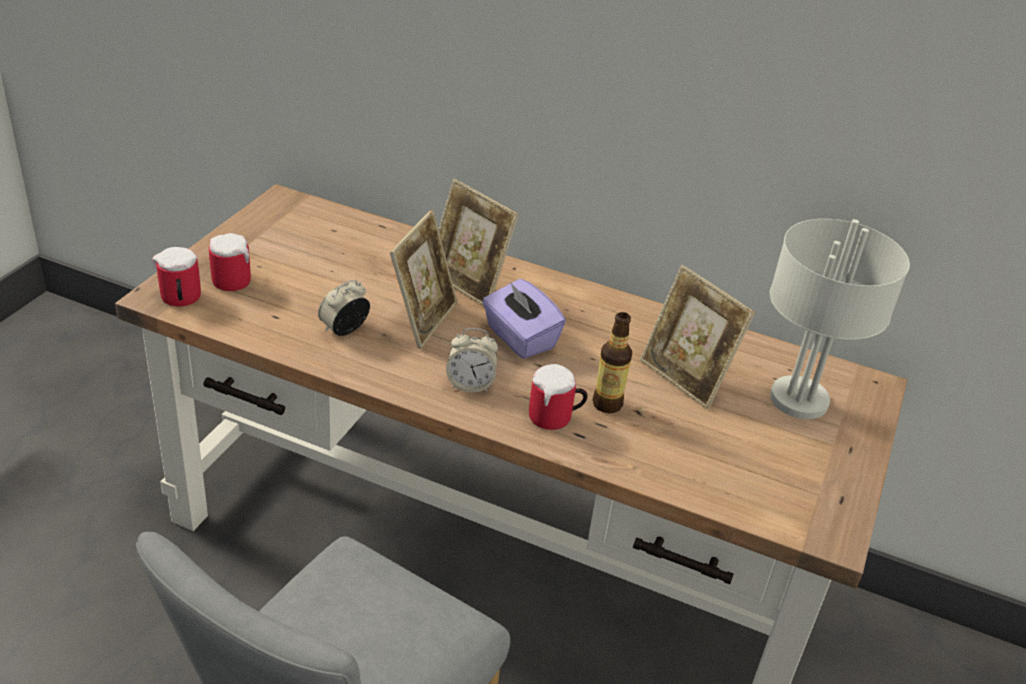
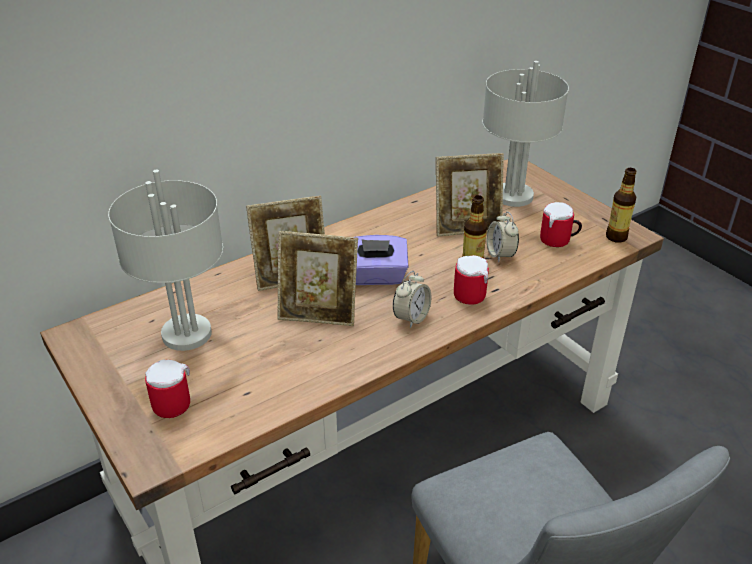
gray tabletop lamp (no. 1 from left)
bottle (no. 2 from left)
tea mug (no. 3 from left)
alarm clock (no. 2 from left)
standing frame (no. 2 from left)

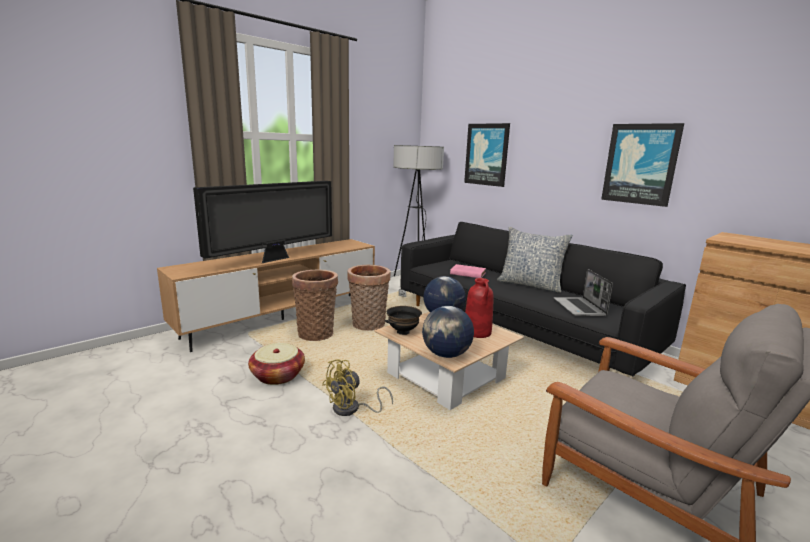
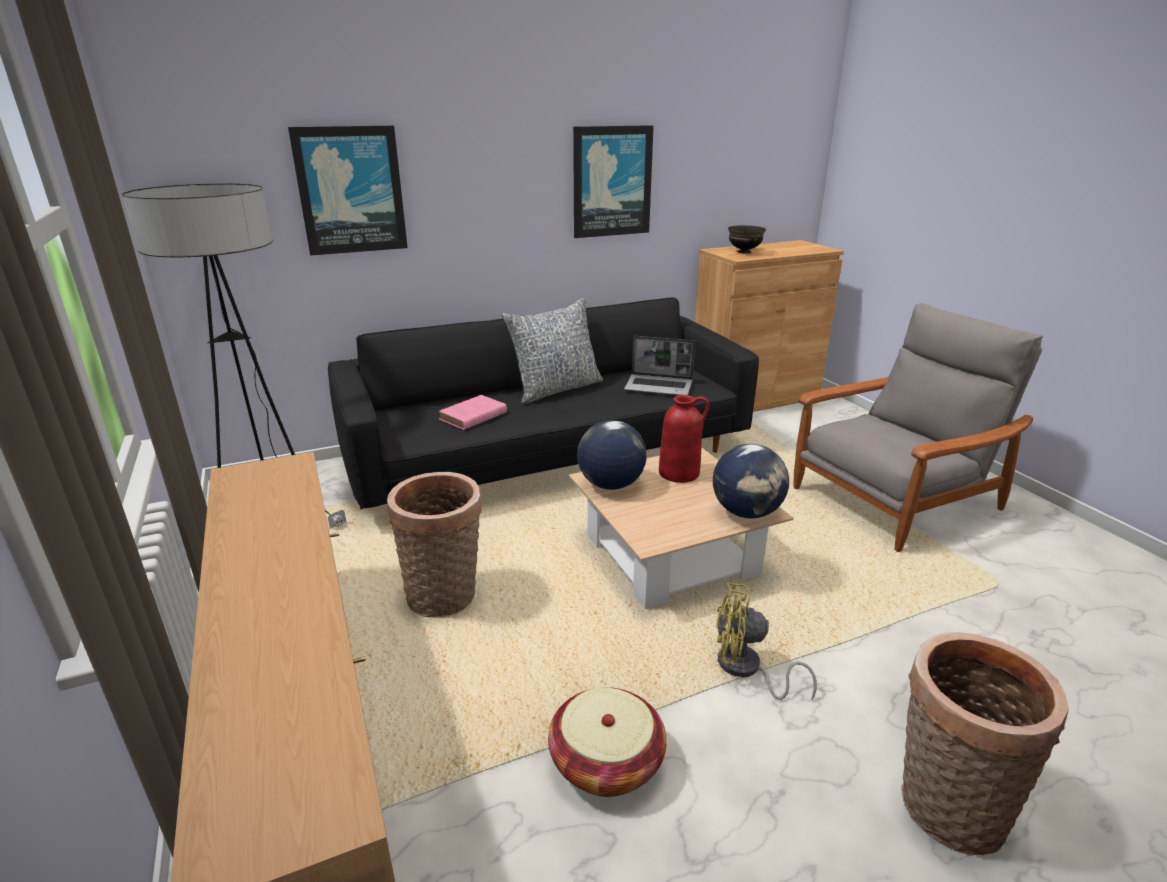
television
storage basket (no. 3 from left)
blackish deep dish
yellow cooling fan

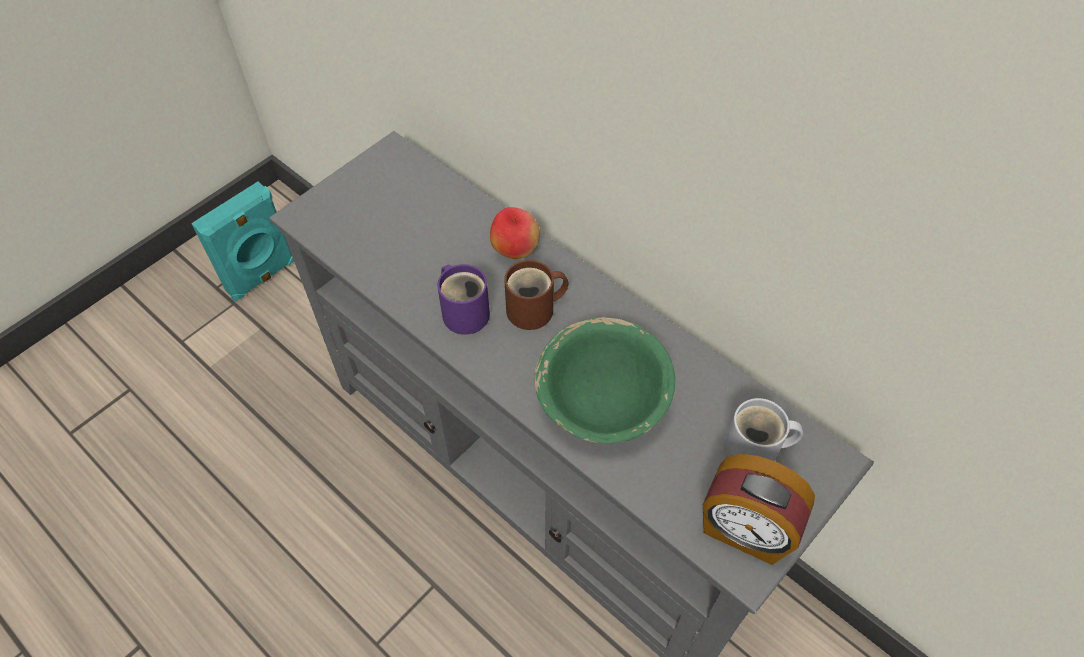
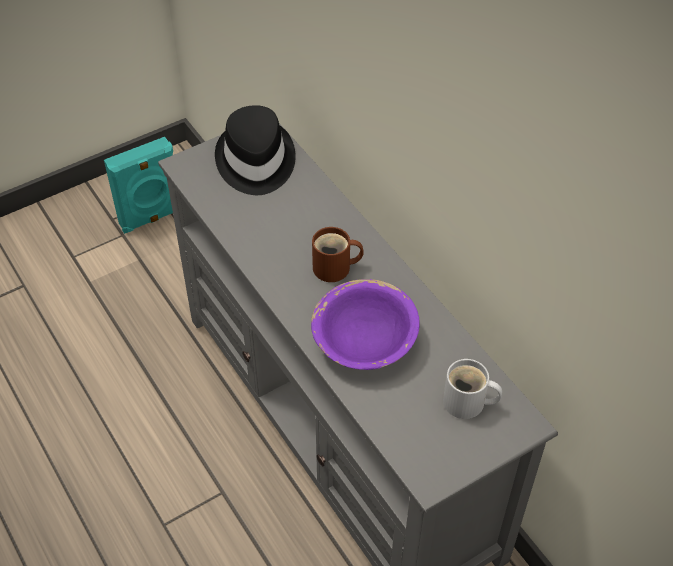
purple-coloured tea mug
apple
alarm clock
blackish wearable hat
purple-coloured deep dish

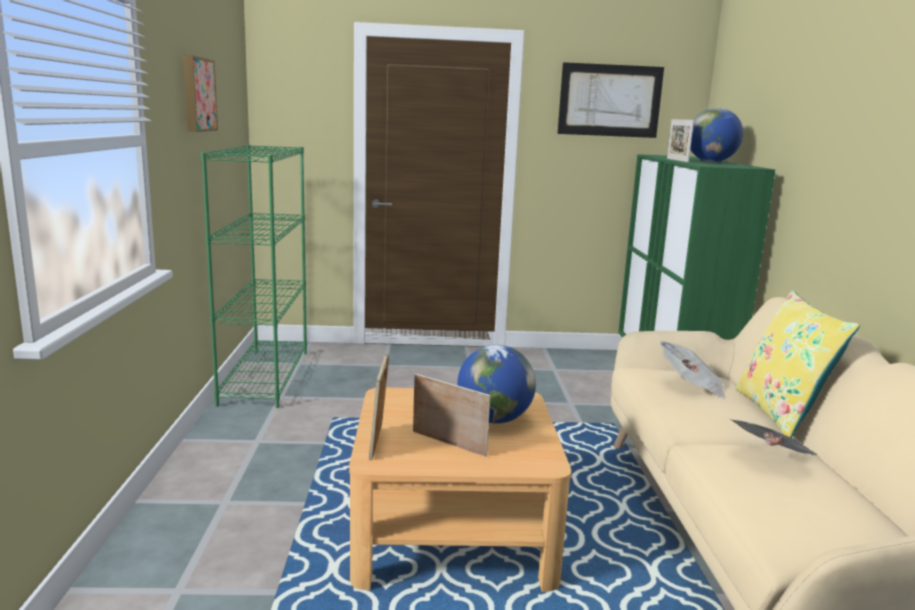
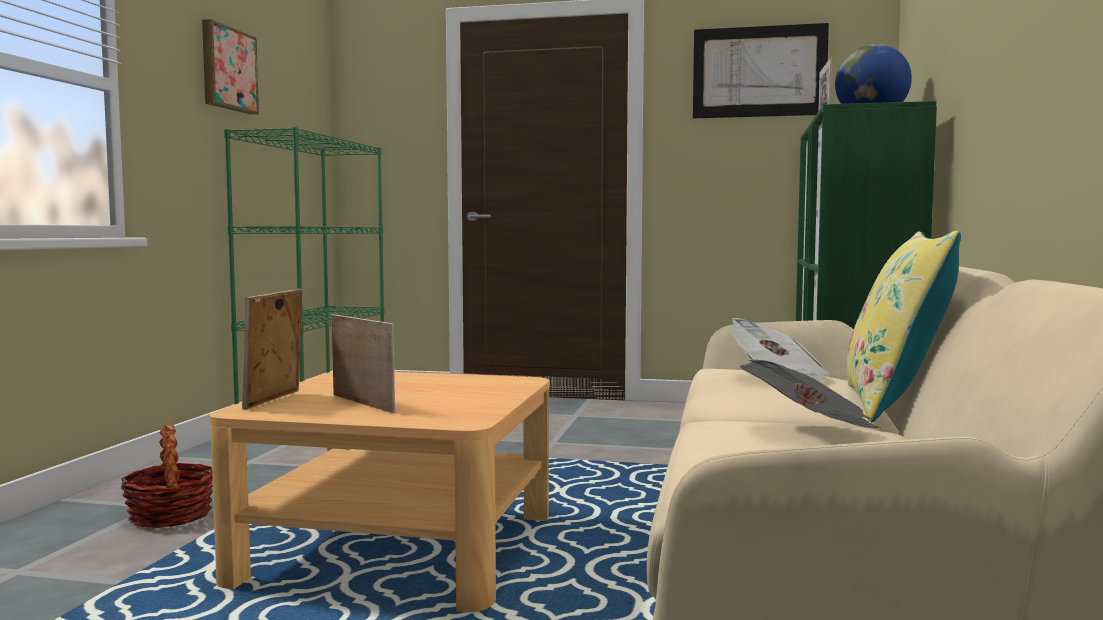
globe (no. 1 from left in the first image)
storage basket

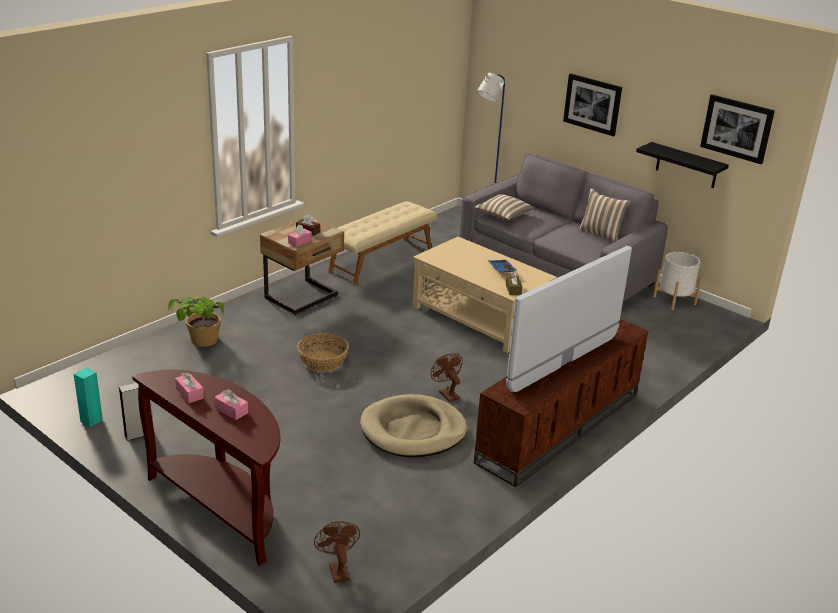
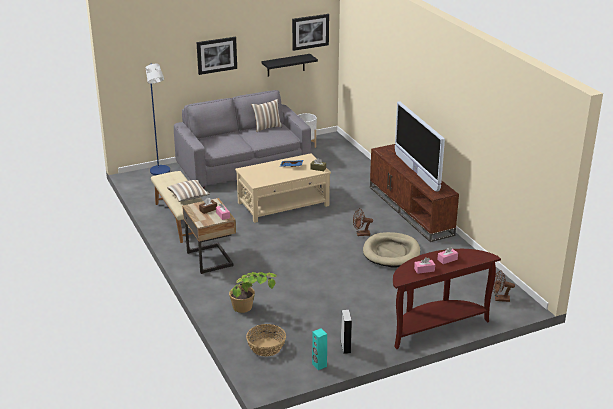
storage basket
pillow (no. 1 from left)

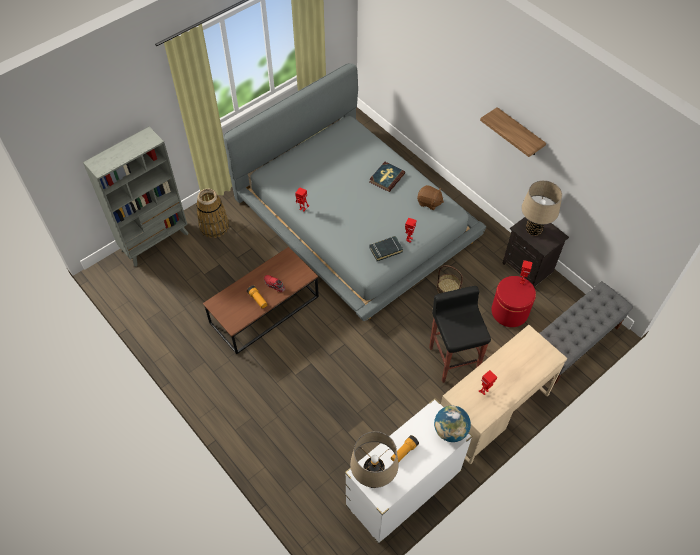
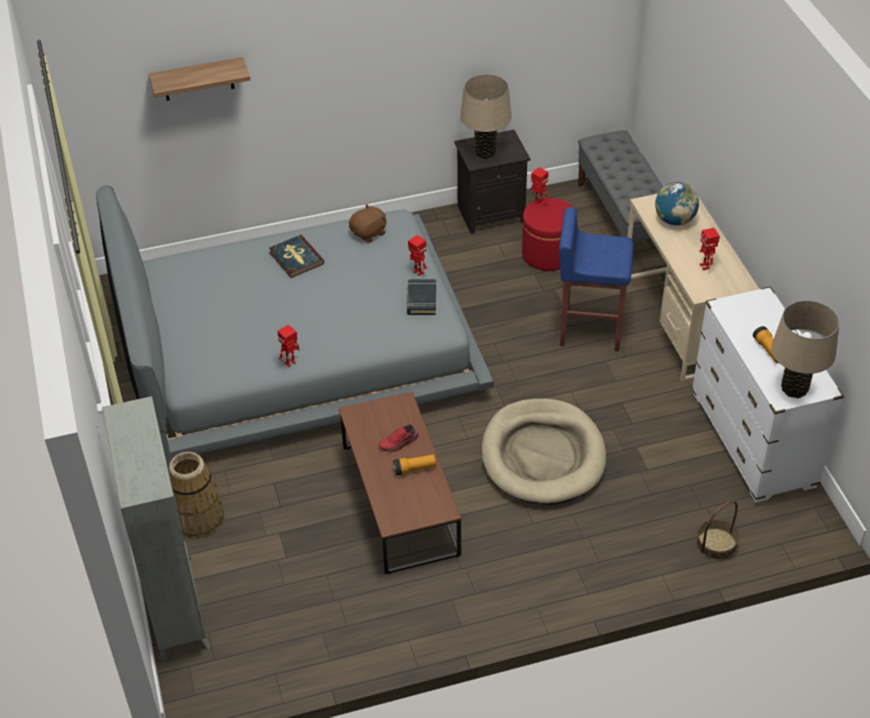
beige pet bed
globe
storage basket (no. 2 from left)
wall shelf
bluish sitting stool

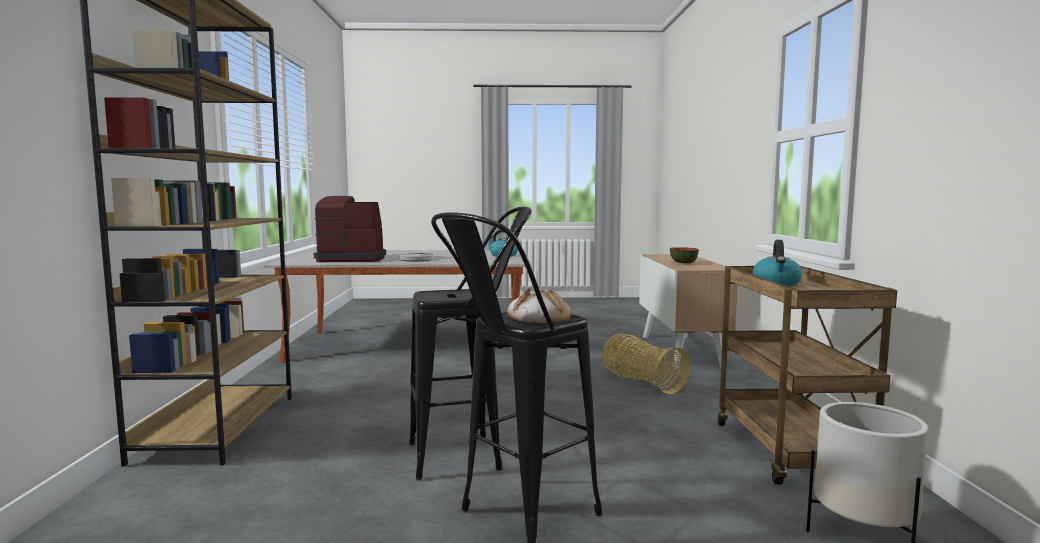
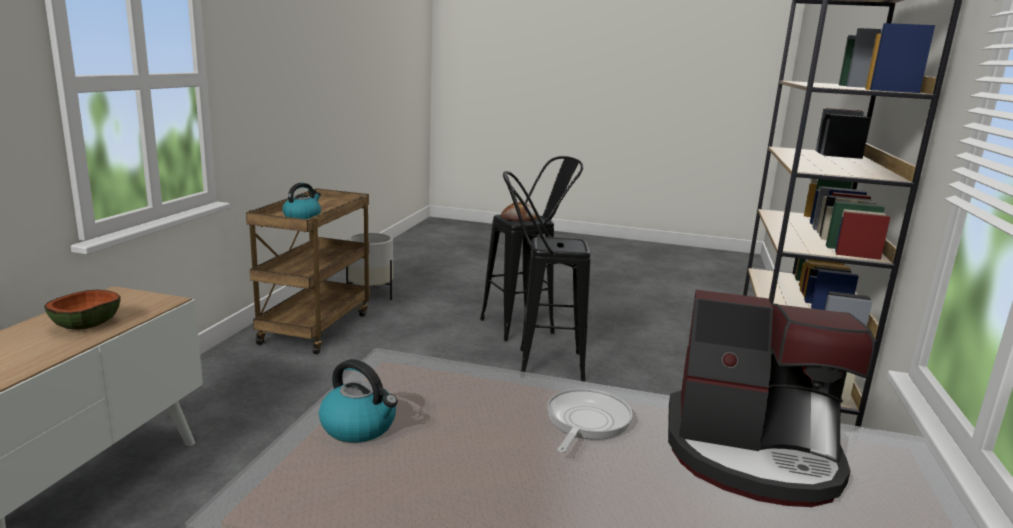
storage basket

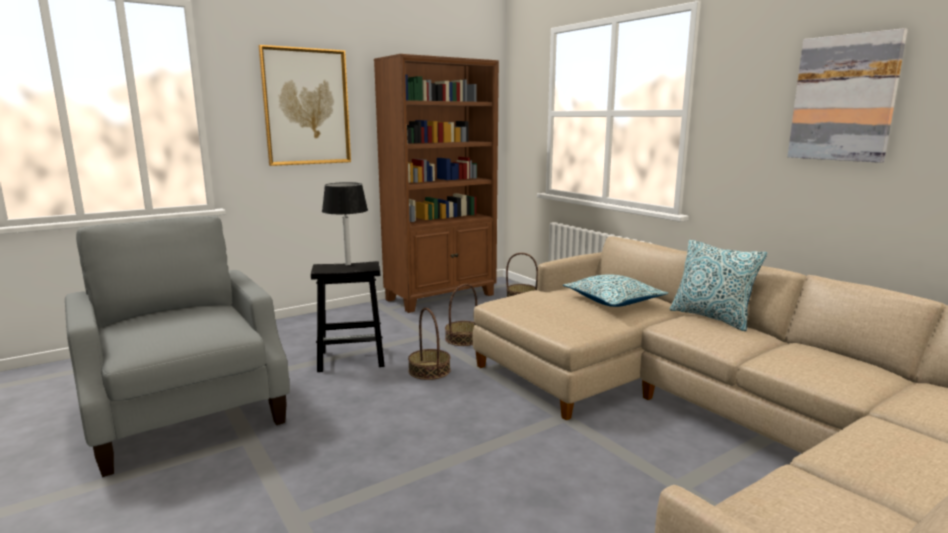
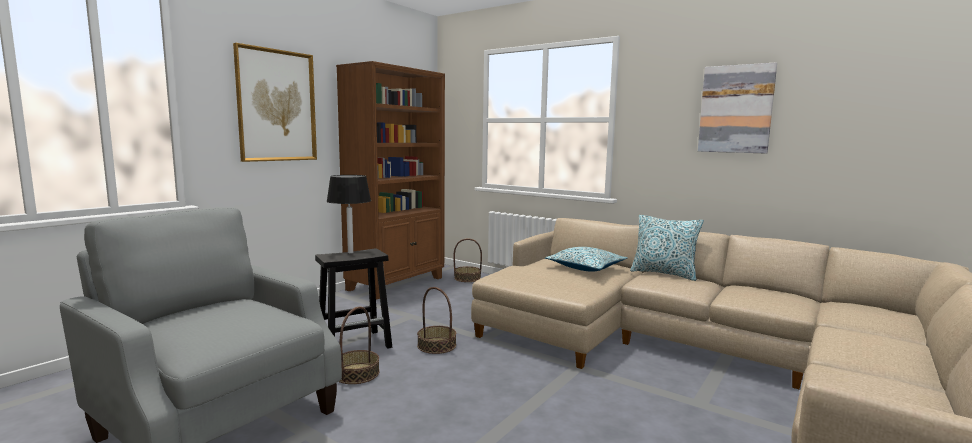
storage basket (no. 1 from left)

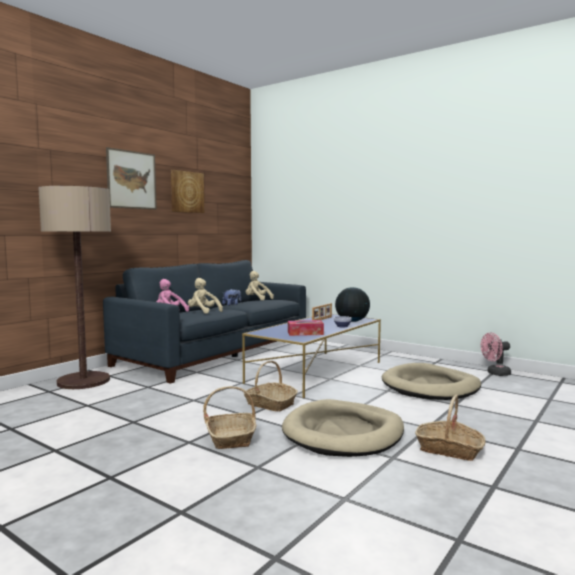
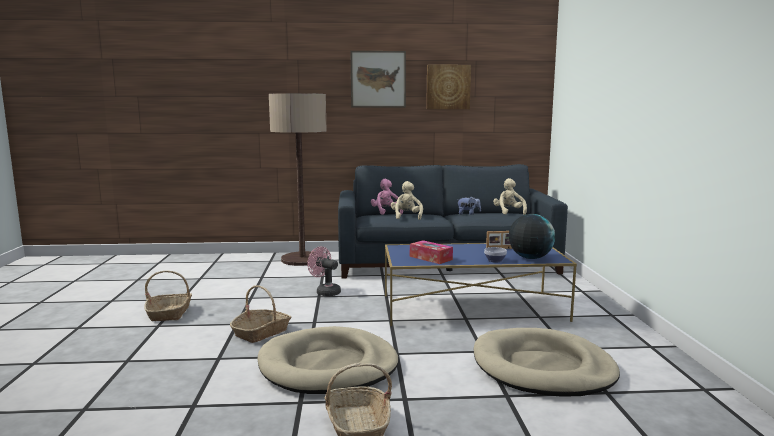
storage basket (no. 1 from left)
pink-coloured cooling fan

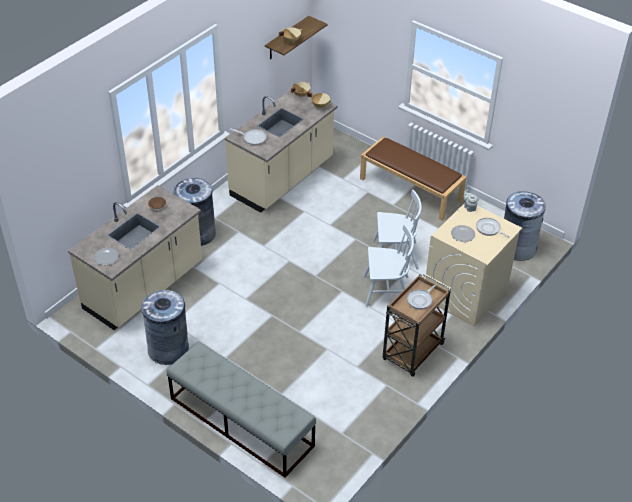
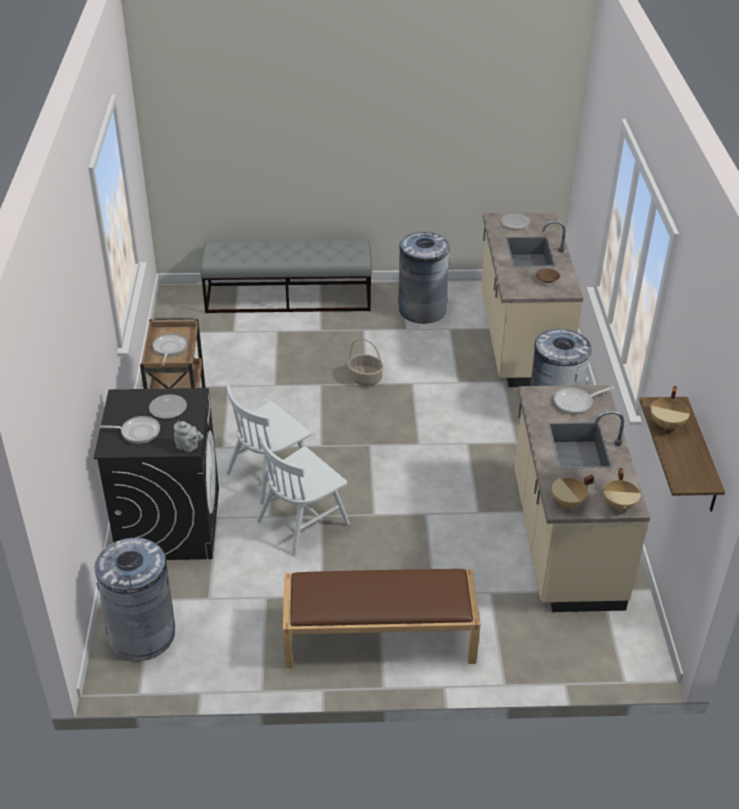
storage basket
blackish washing machine

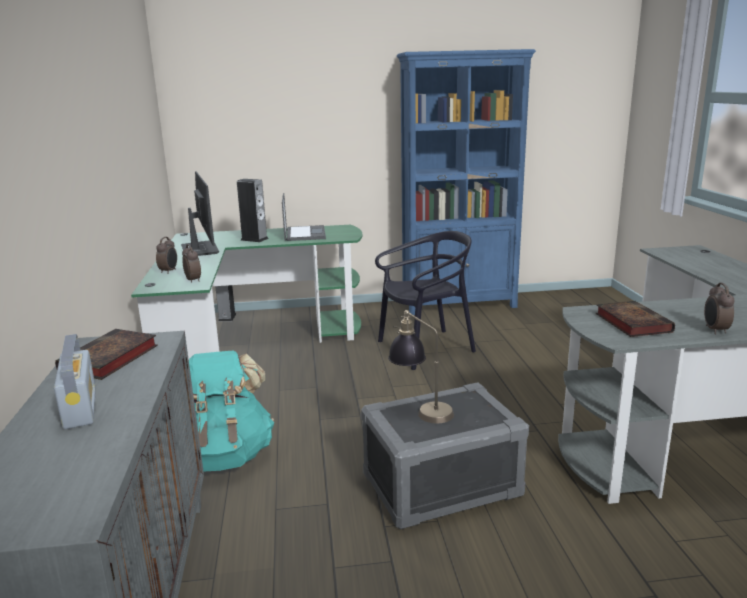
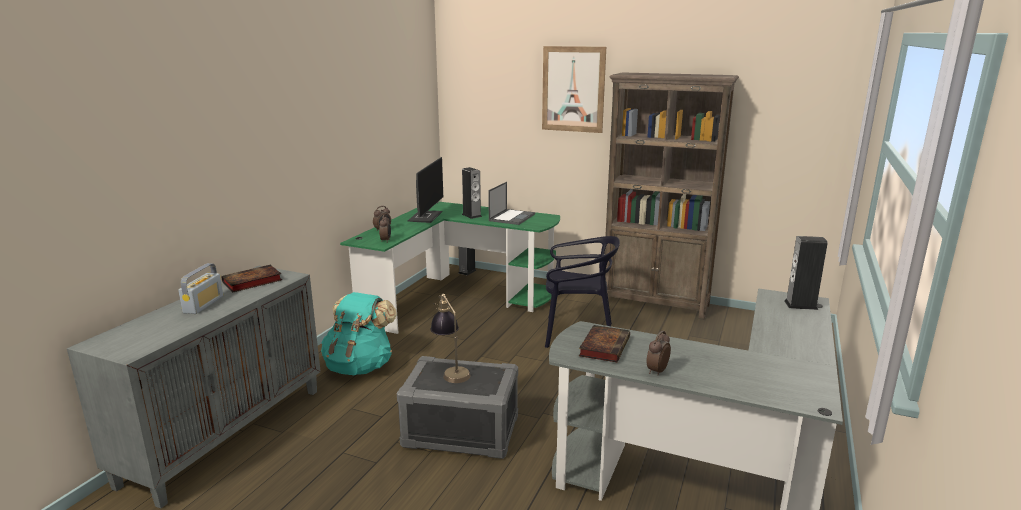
wall art
speaker (no. 3 from left)
brownish bookcase

